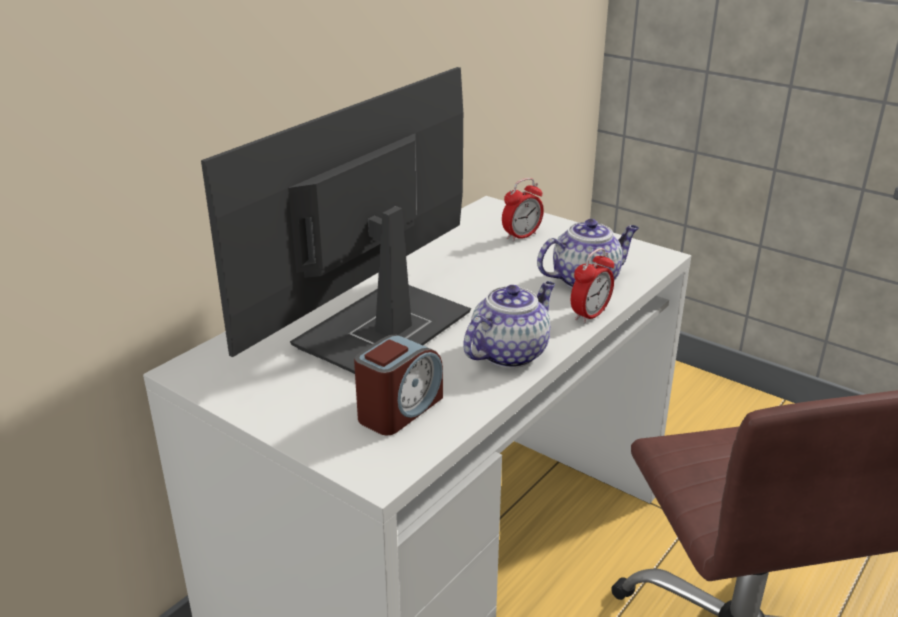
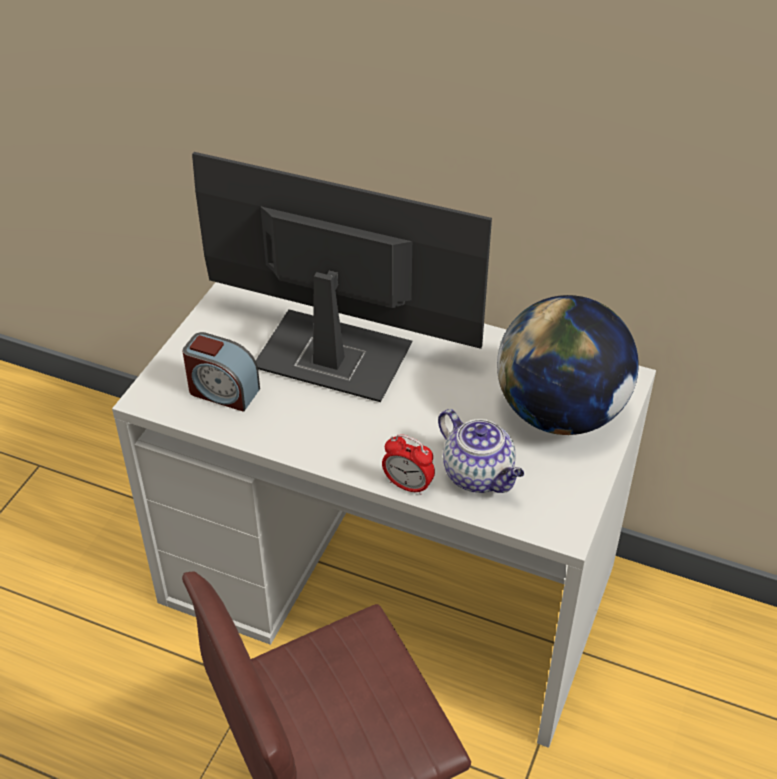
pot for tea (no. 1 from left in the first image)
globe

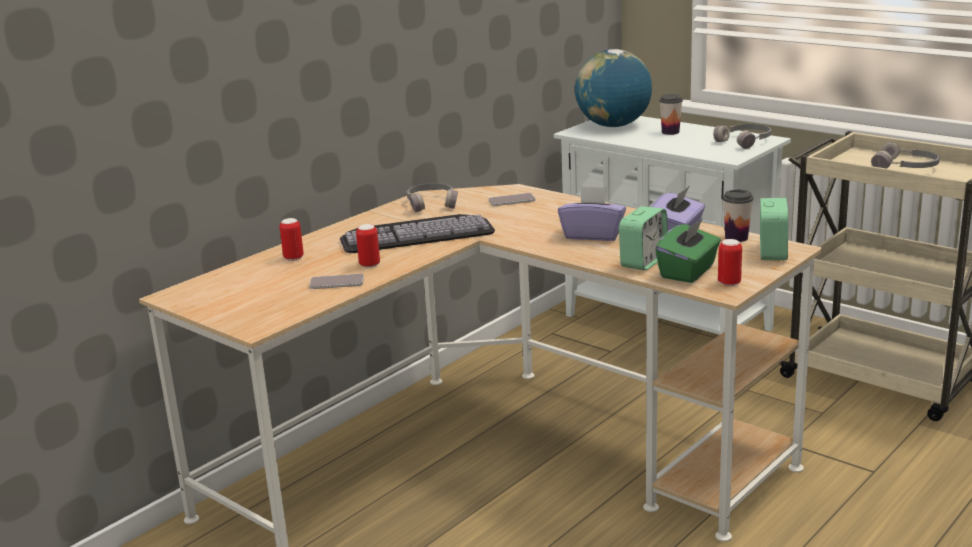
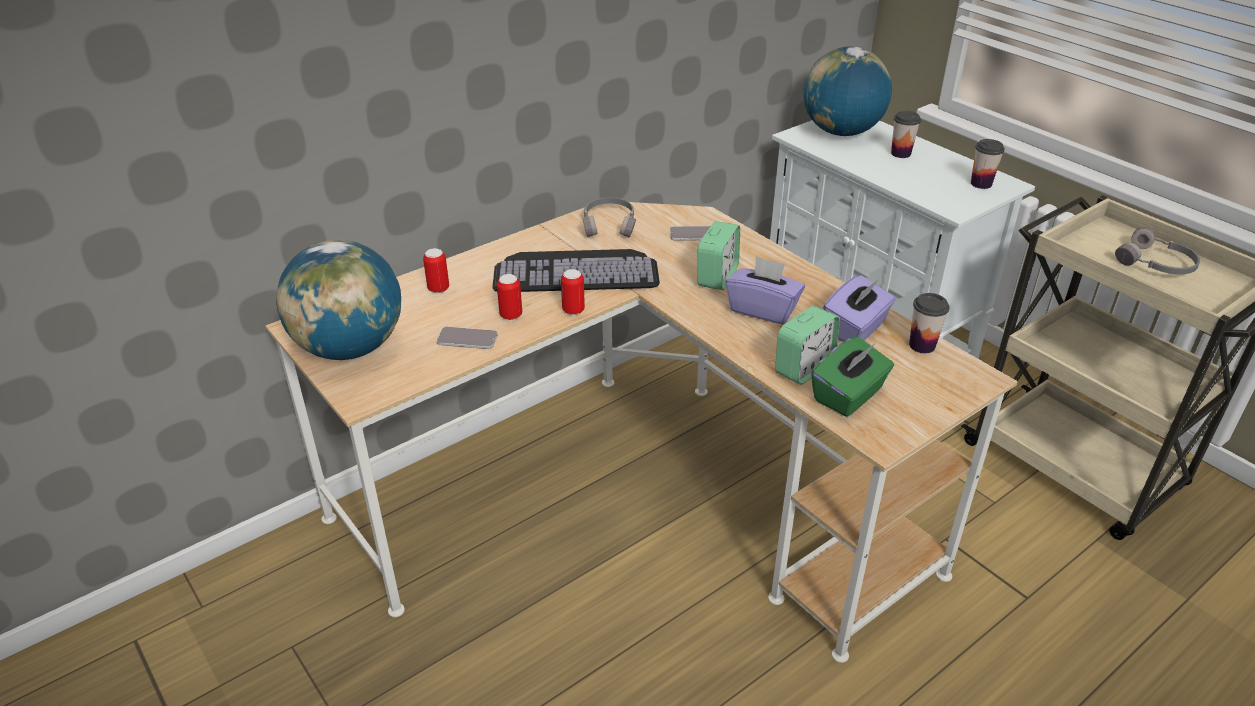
globe (no. 1 from left)
sealed can (no. 3 from left)
alarm clock (no. 1 from left)
cup (no. 3 from left)

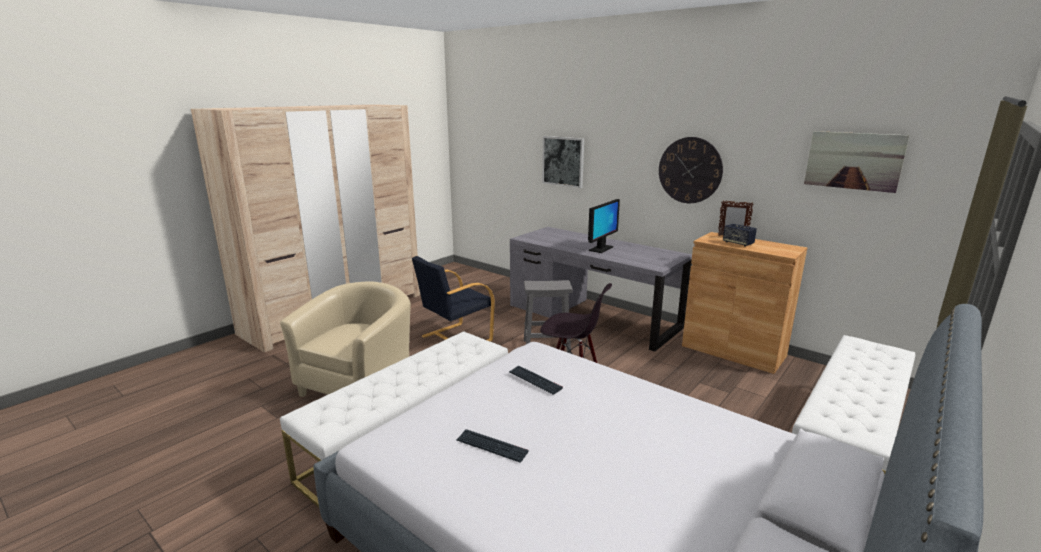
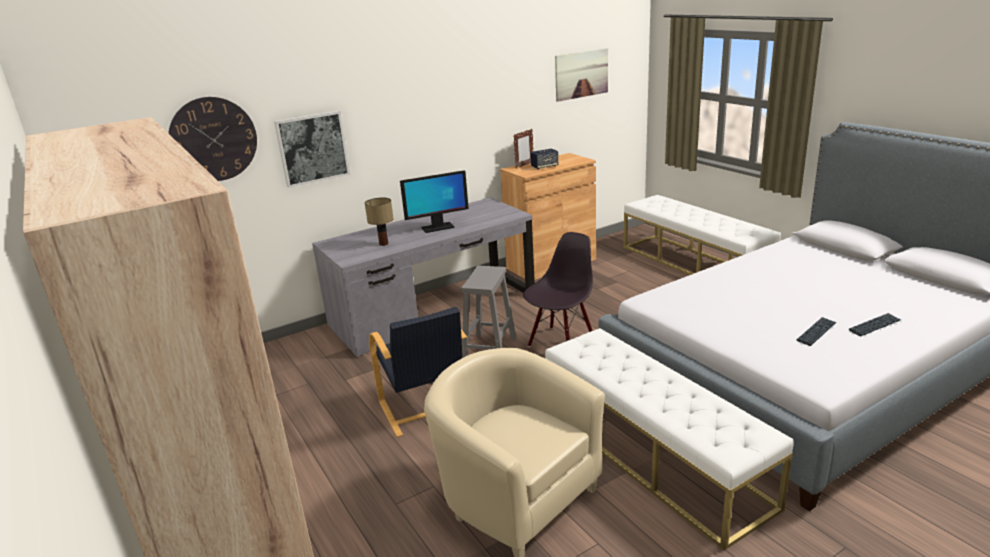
tabletop lamp
PC keyboard (no. 2 from left)
wall clock
monitor

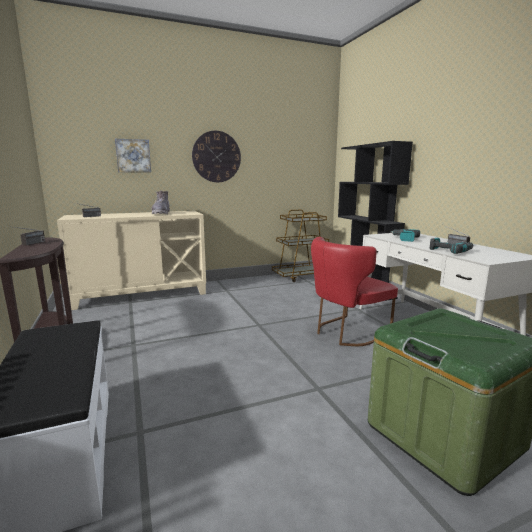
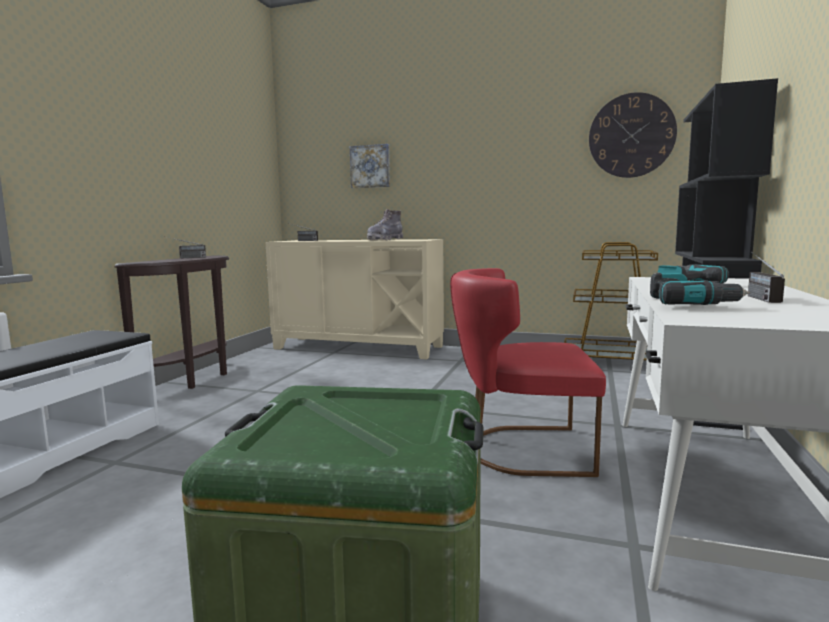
wall clock

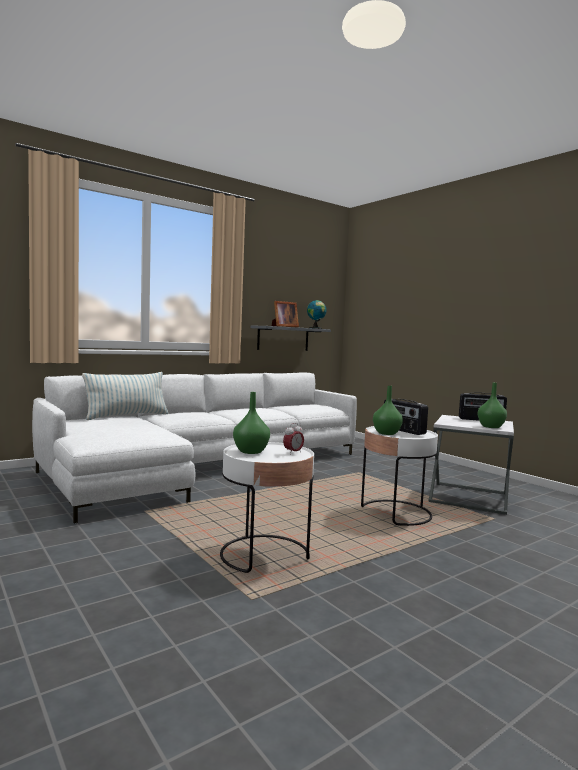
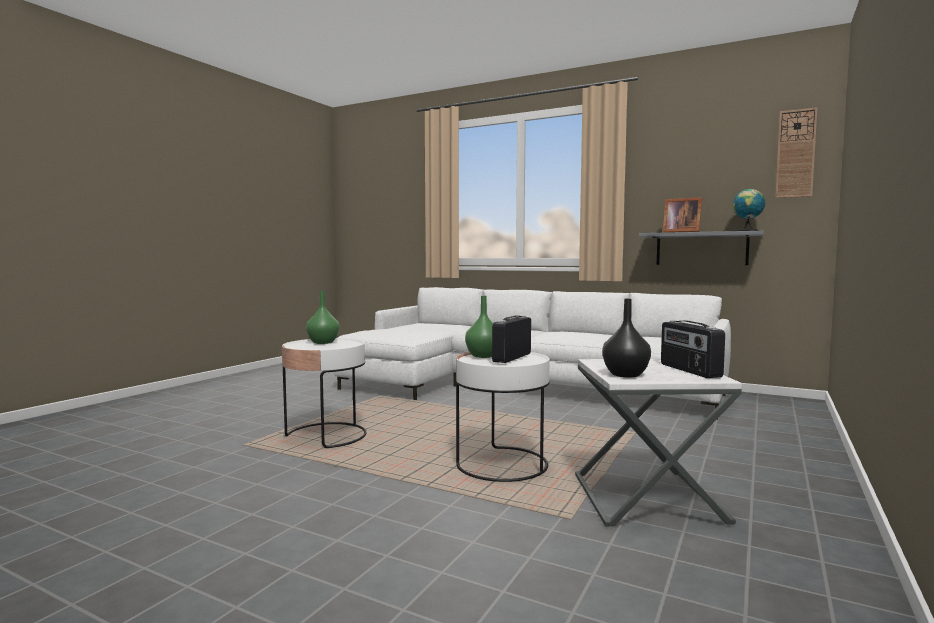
pillow
alarm clock
wall clock
blackish decorative vase

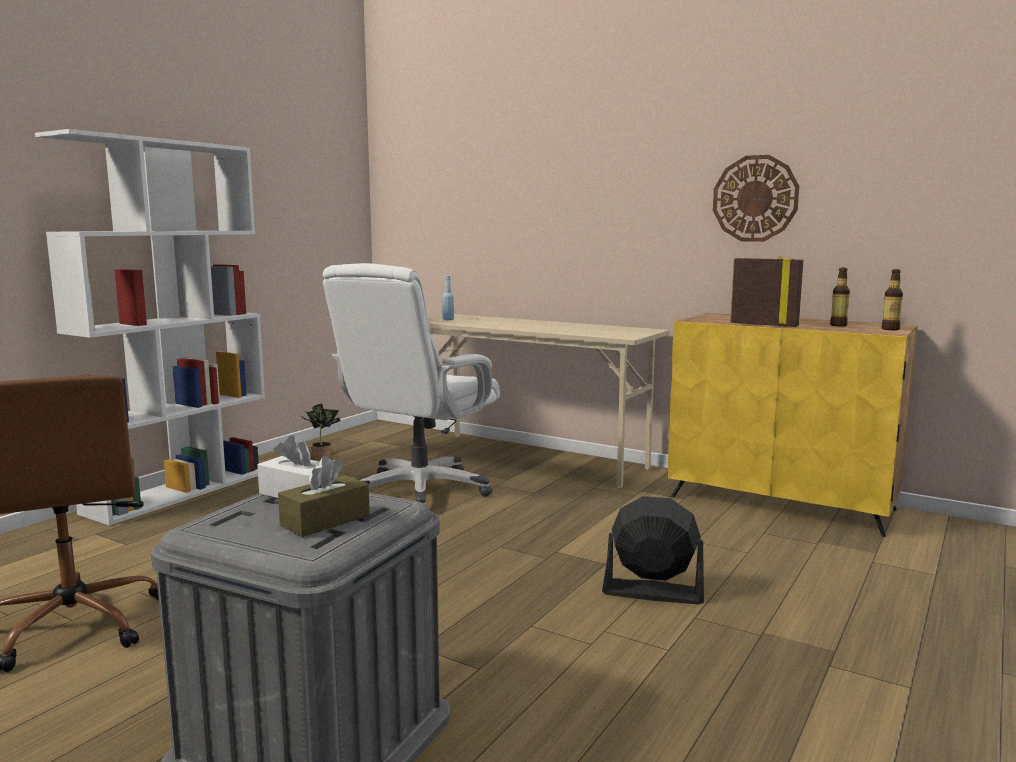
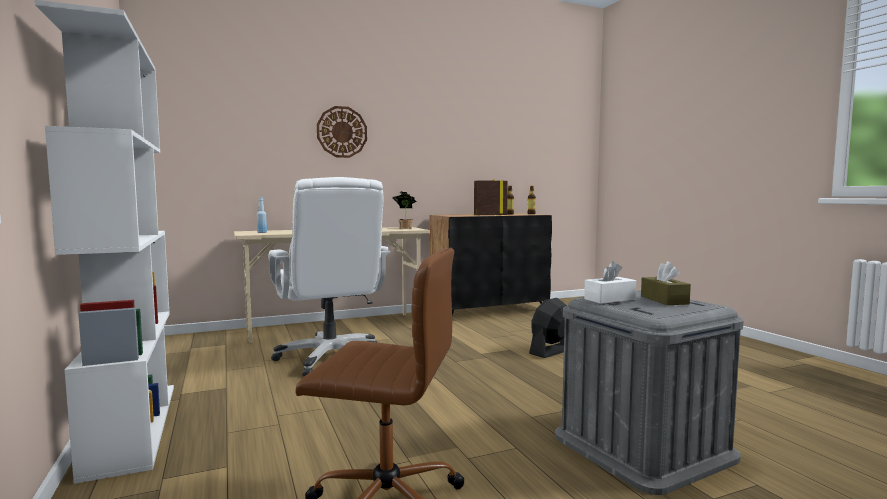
potted plant
wall clock
blackish cupboard

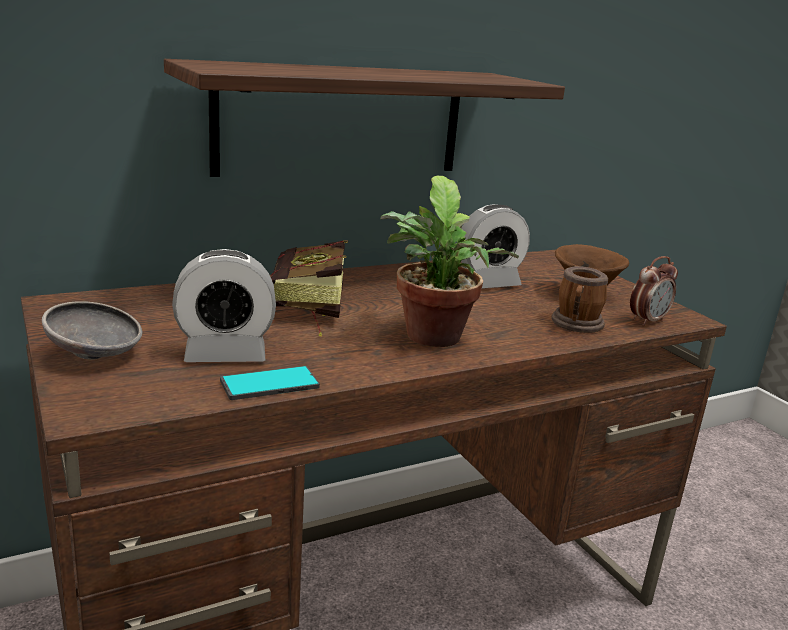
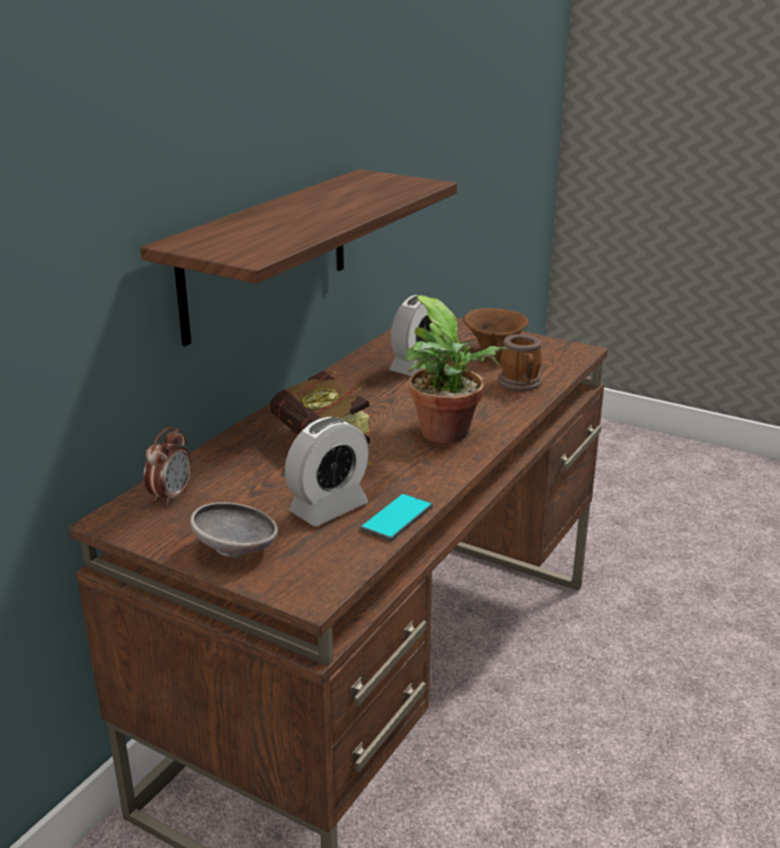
alarm clock (no. 1 from left)

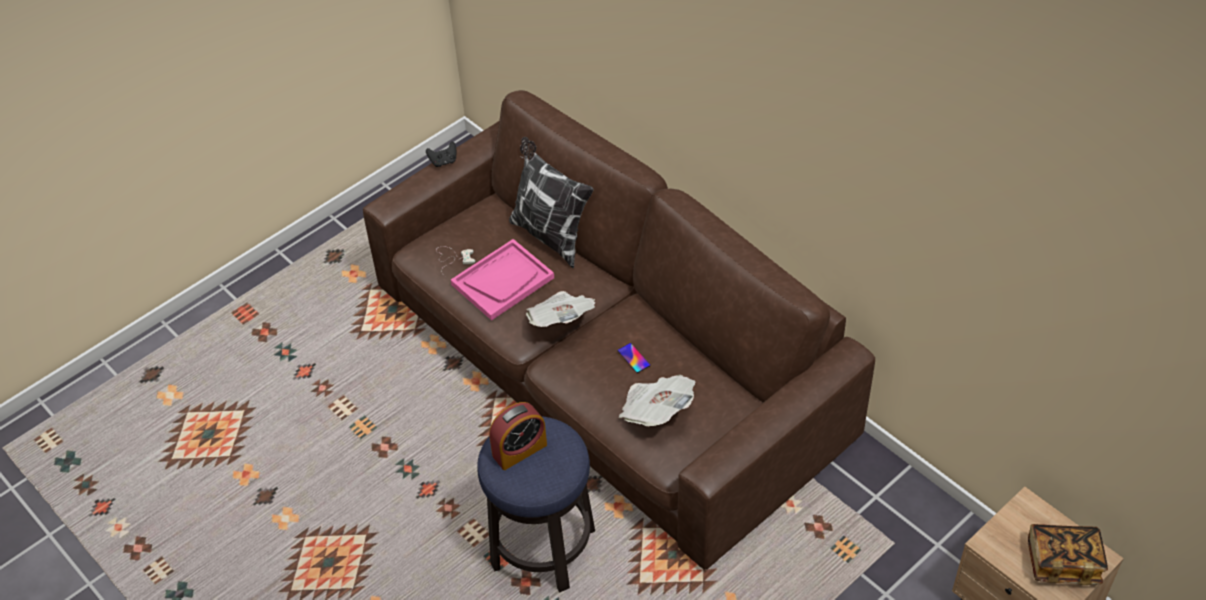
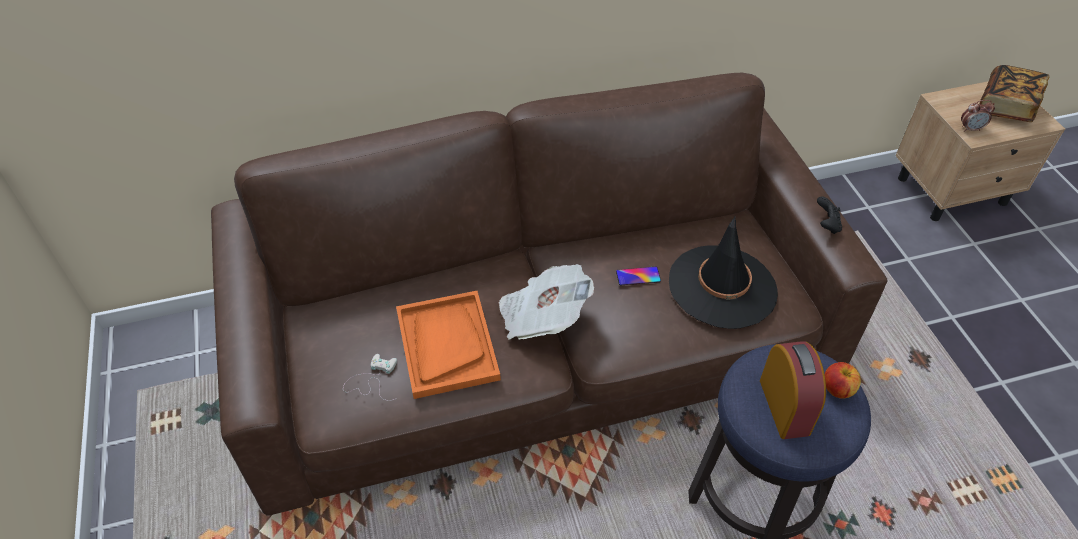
pillow
apple
alarm clock (no. 2 from left)
blackish game controller
blackish wearable hat
orange tray

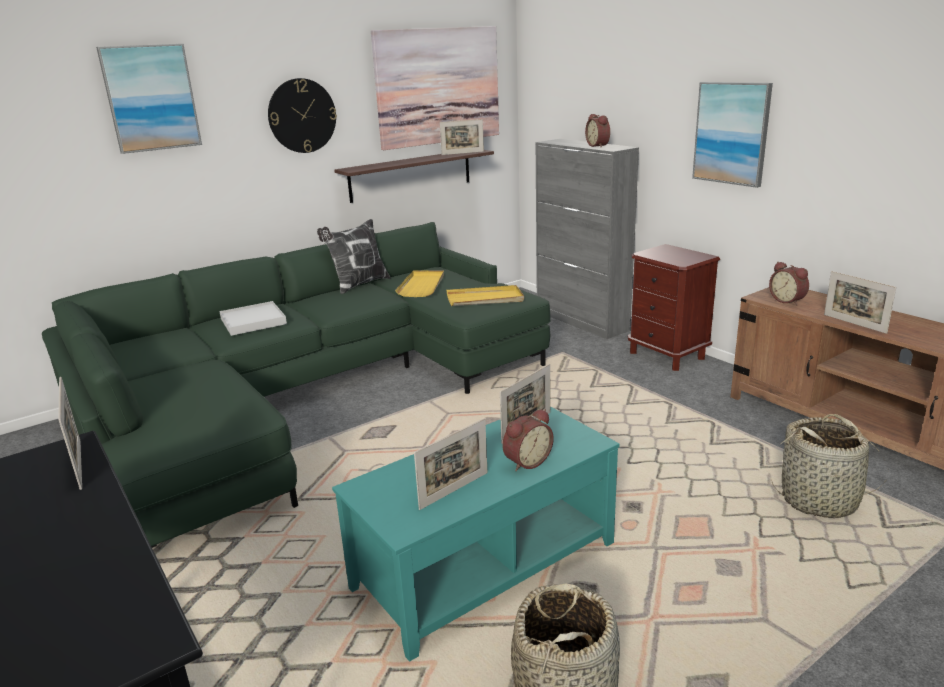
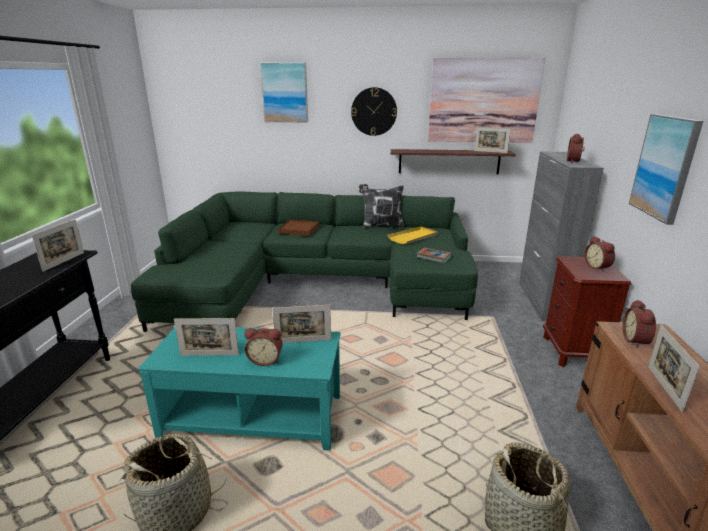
alarm clock (no. 3 from left)
bound book
brownish tray

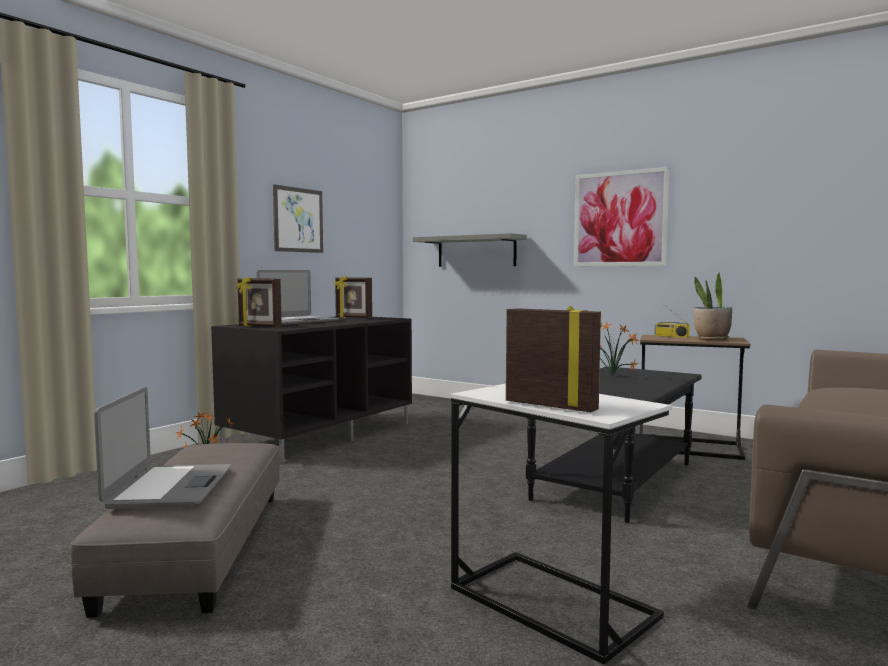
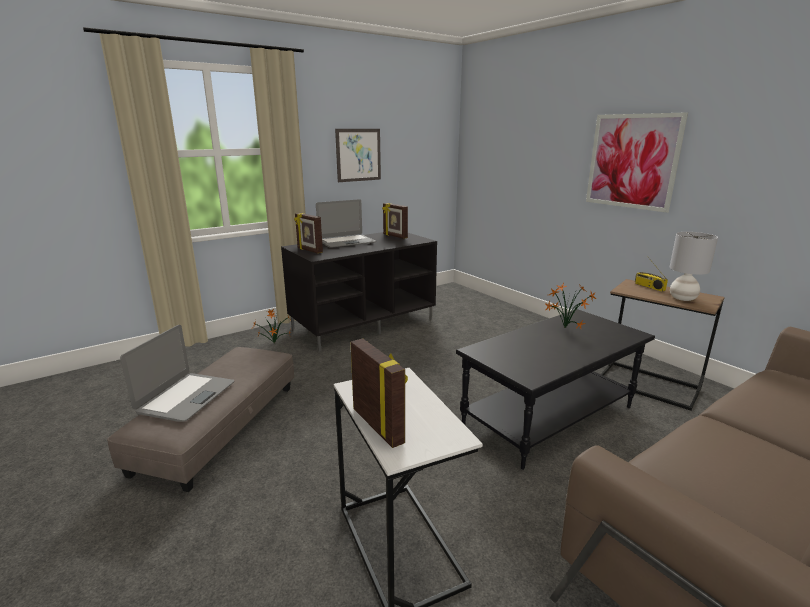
gray wall shelf
gray tabletop lamp

